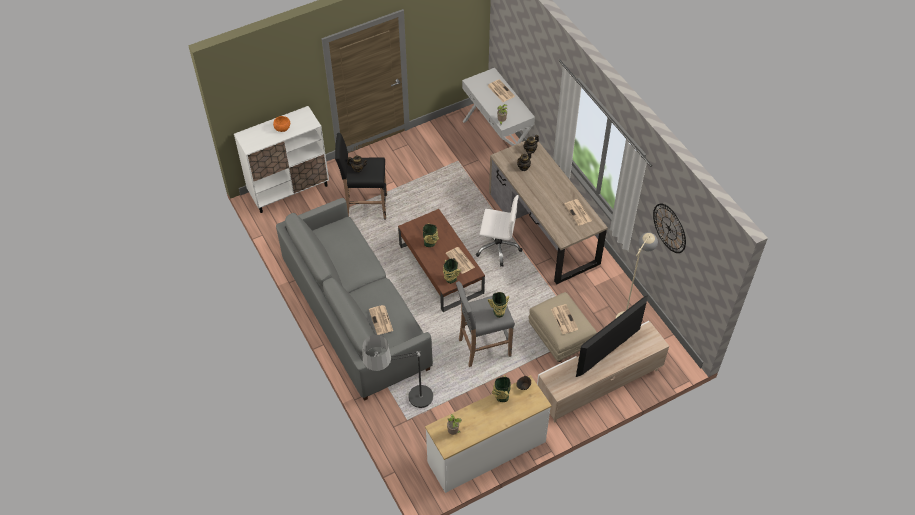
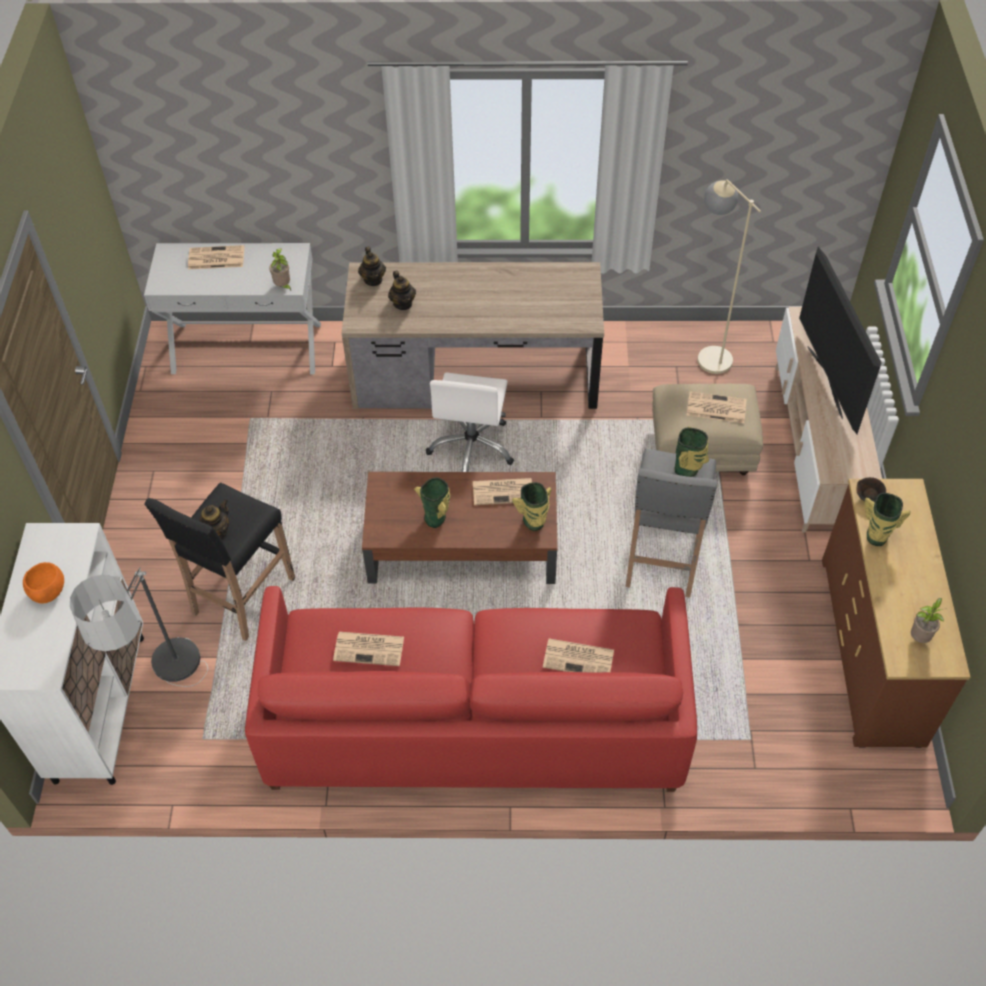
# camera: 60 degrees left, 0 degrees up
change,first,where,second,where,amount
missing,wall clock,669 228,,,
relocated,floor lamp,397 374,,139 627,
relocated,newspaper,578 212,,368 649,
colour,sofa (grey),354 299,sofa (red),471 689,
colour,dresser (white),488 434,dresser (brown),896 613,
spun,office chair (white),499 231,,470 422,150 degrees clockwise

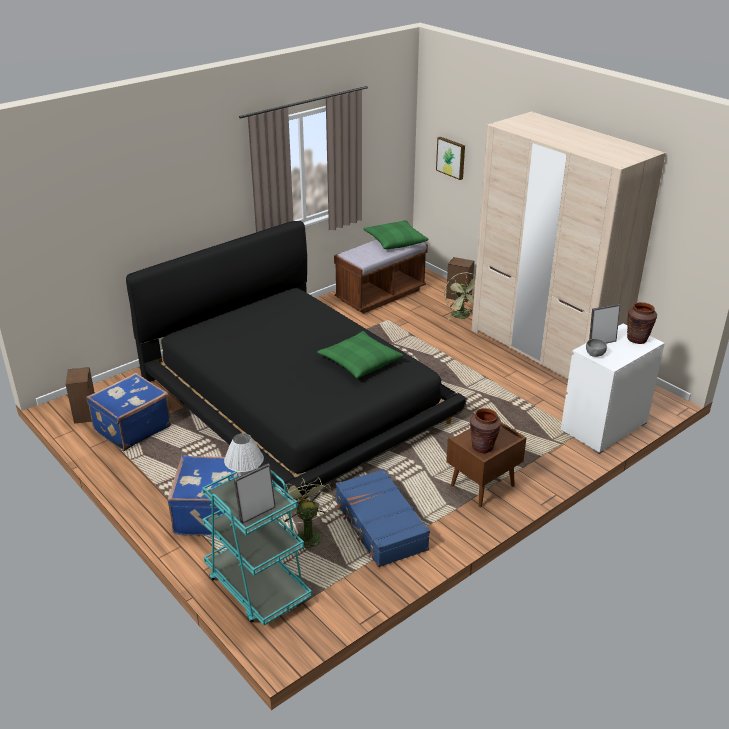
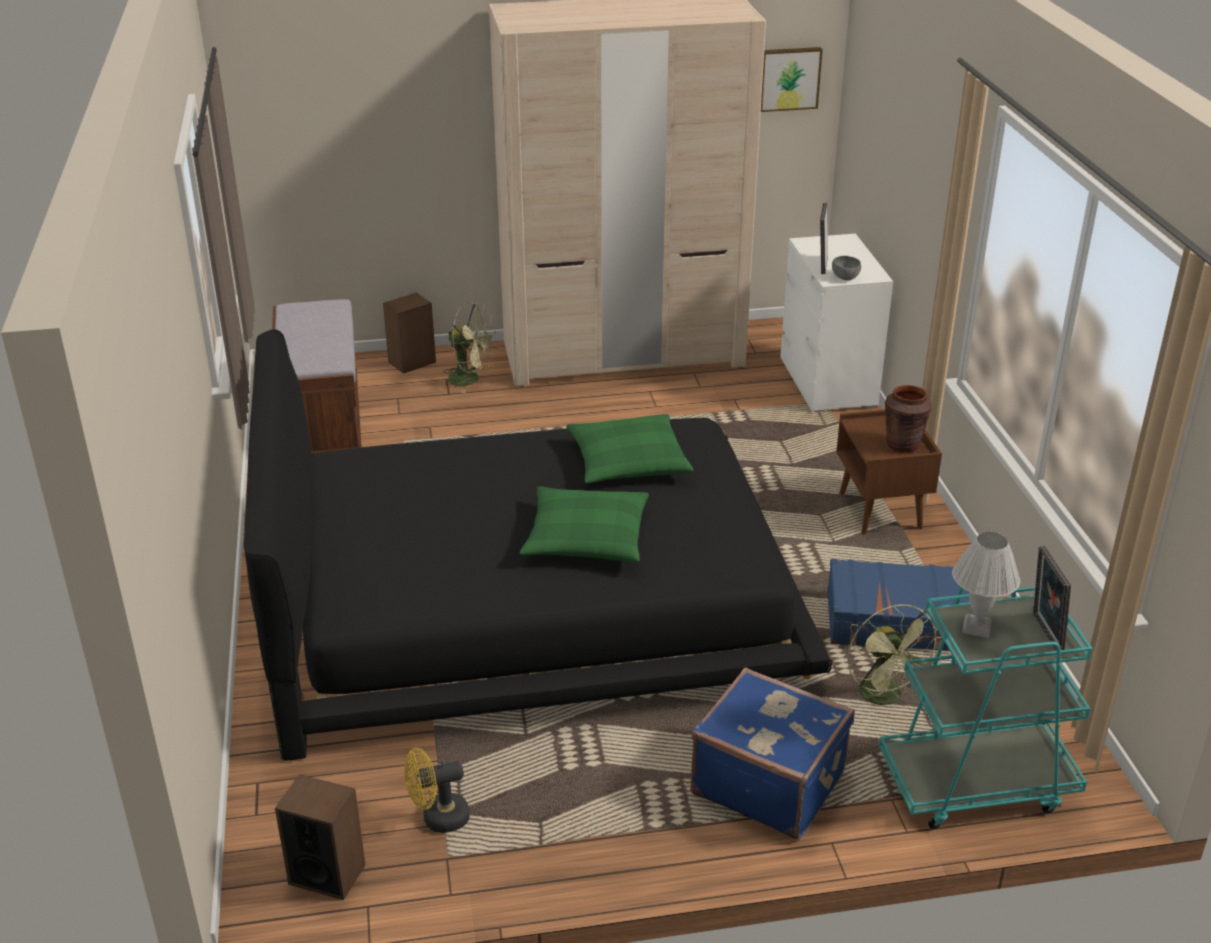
# camera: 60 degrees left, 0 degrees up
change,first,where,second,where,amount
missing,vase (brown),642 323,,,
relocated,pillow (green),396 234,,584 524,
relocated,picture,450 158,,792 79,
exchanged,suitcase (blue),128 412,fan (yellow),437 790,
spun,fan (green),306 514,,895 655,120 degrees counterclockwise

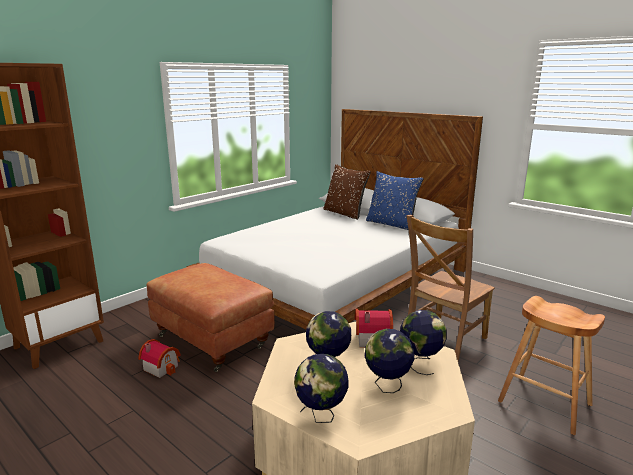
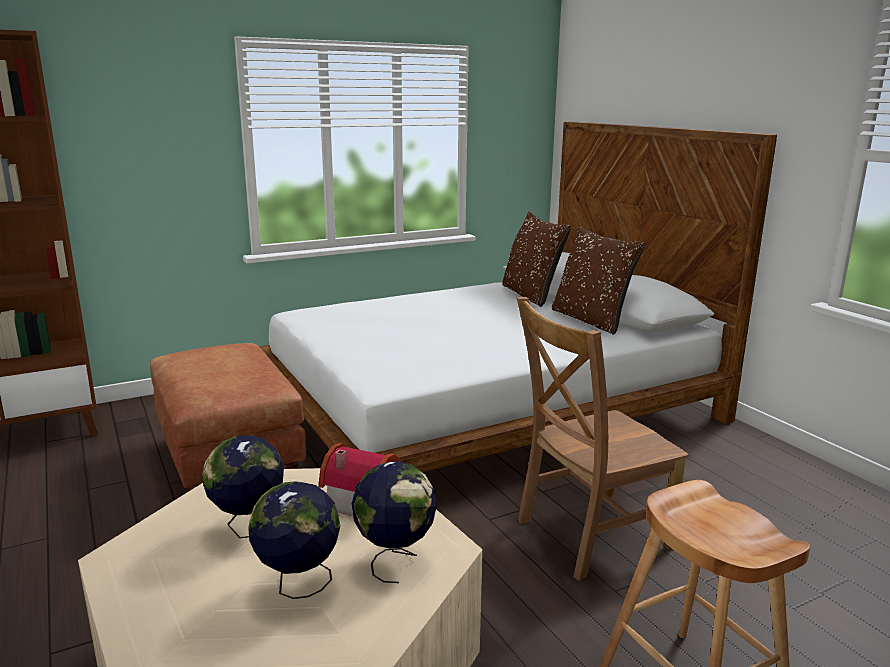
# camera: 20 degrees right, 0 degrees up
change,first,where,second,where,amount
missing,toy house,159 358,,,
missing,globe,321 388,,,
colour,pillow (blue),394 200,pillow (brown),598 280,

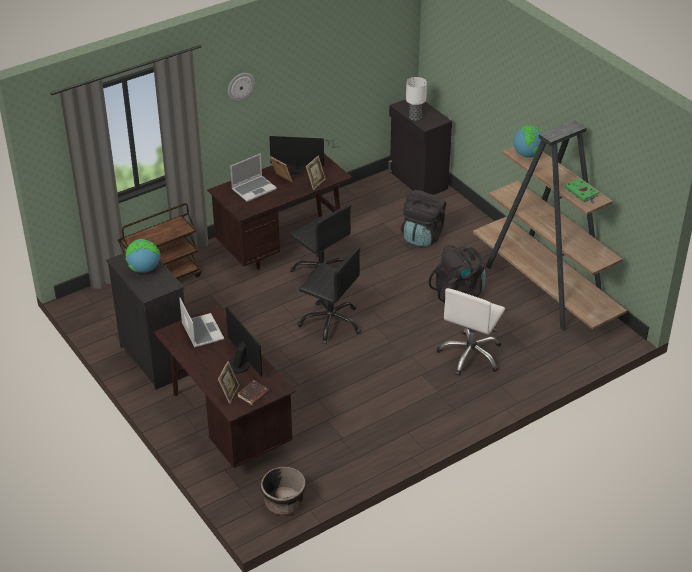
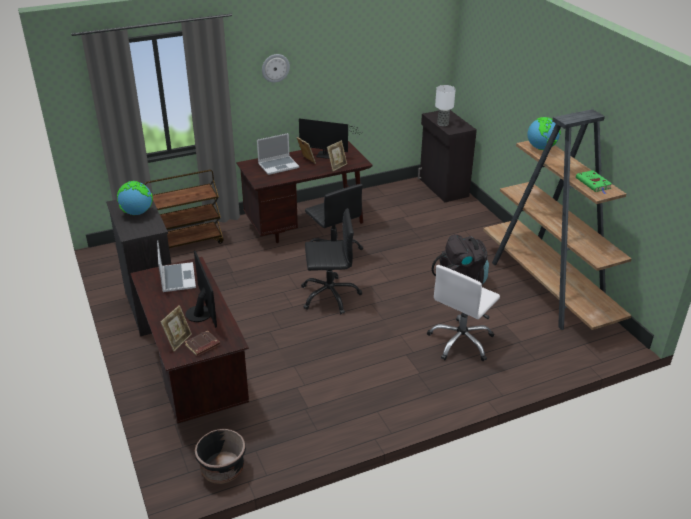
# camera: 10 degrees right, 5 degrees down
change,first,where,second,where,amount
missing,backpack (black),423 218,,,
spun,office chair (black),329 295,,331 261,45 degrees counterclockwise

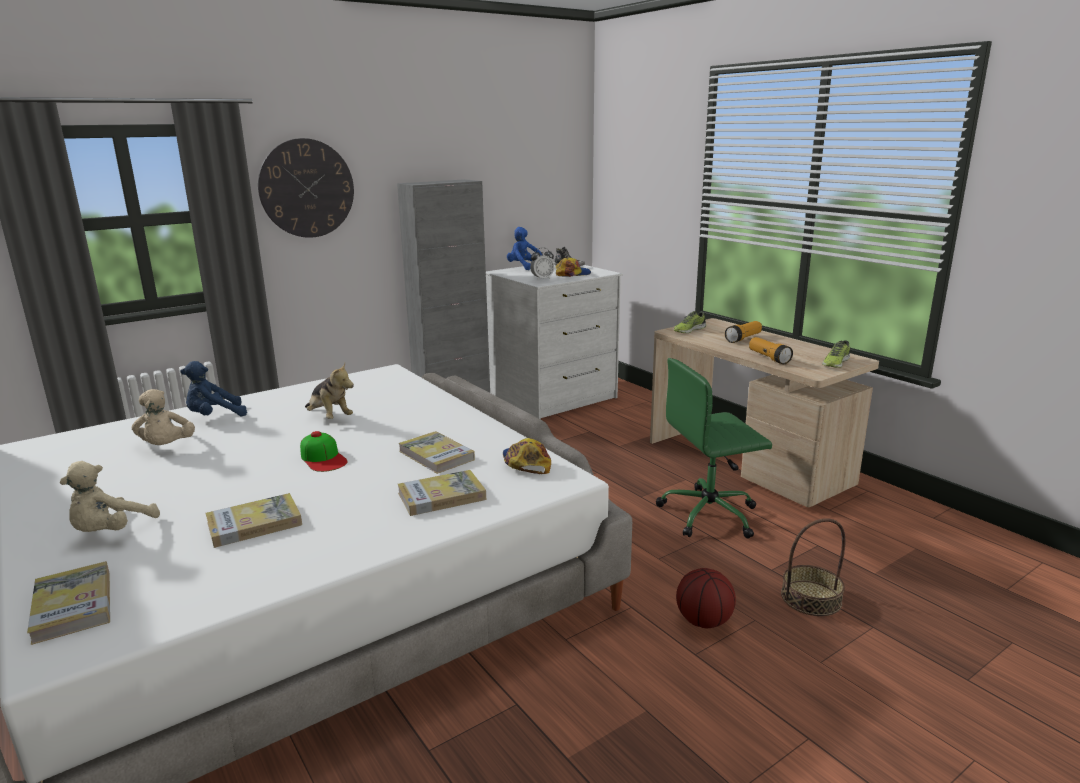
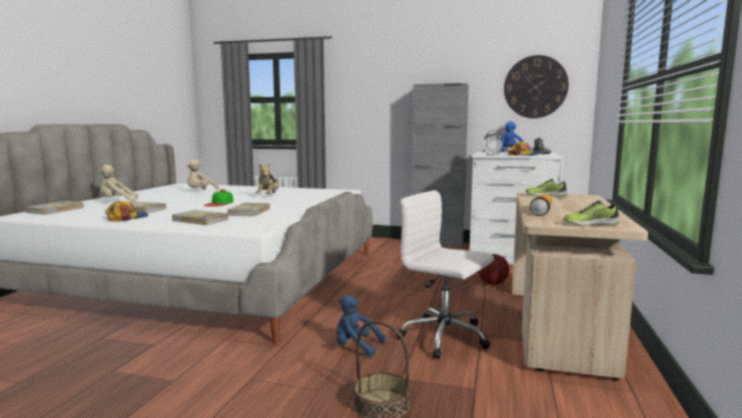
# camera: 50 degrees right, 10 degrees down
change,first,where,second,where,amount
missing,flashlight,743 332,,,
relocated,plush toy (blue),213 388,,361 325,
relocated,wall clock,306 188,,536 86,
relocated,cap,527 456,,126 211,
relocated,basketball,706 598,,493 269,
colour,office chair (green),714 448,office chair (white),445 274,

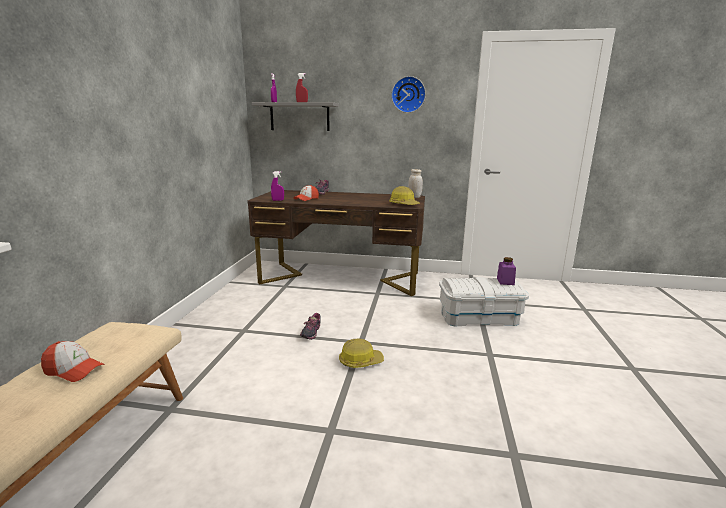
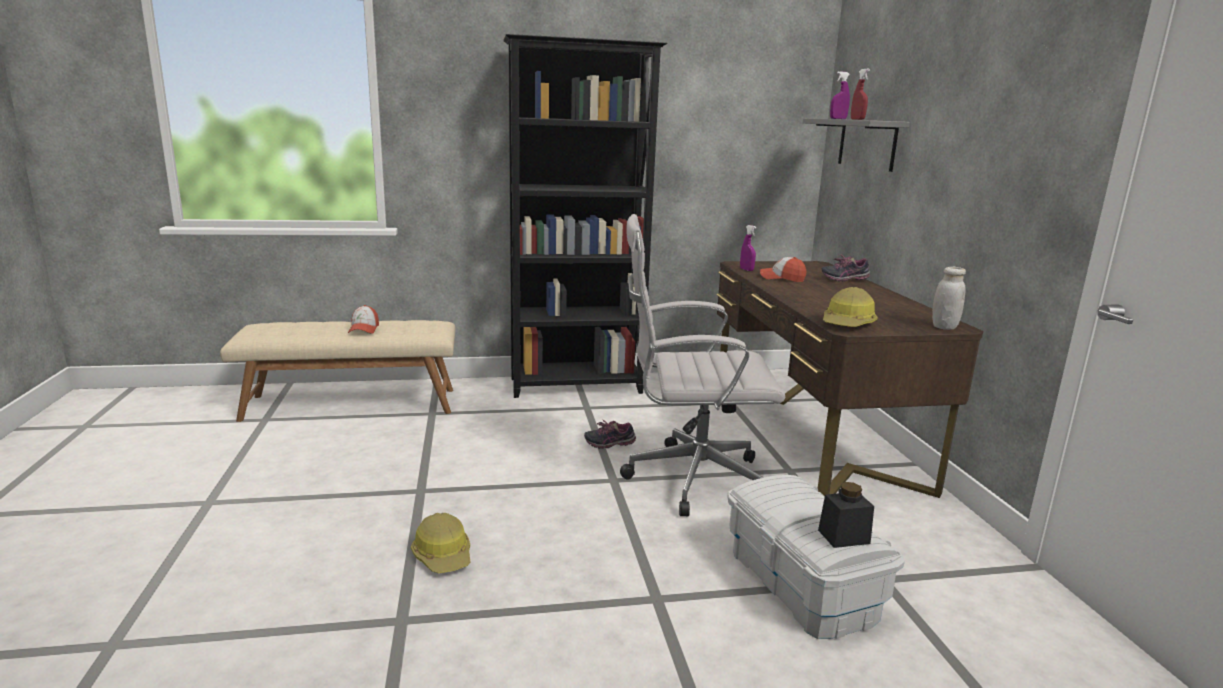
# camera: 70 degrees right, 0 degrees up
change,first,where,second,where,amount
missing,wall clock,408 94,,,
appeared,,,bookcase (black),585 216,
appeared,,,office chair (white),702 365,
relocated,hard hat,361 353,,440 543,
colour,jar (purple),506 271,jar (black),846 515,

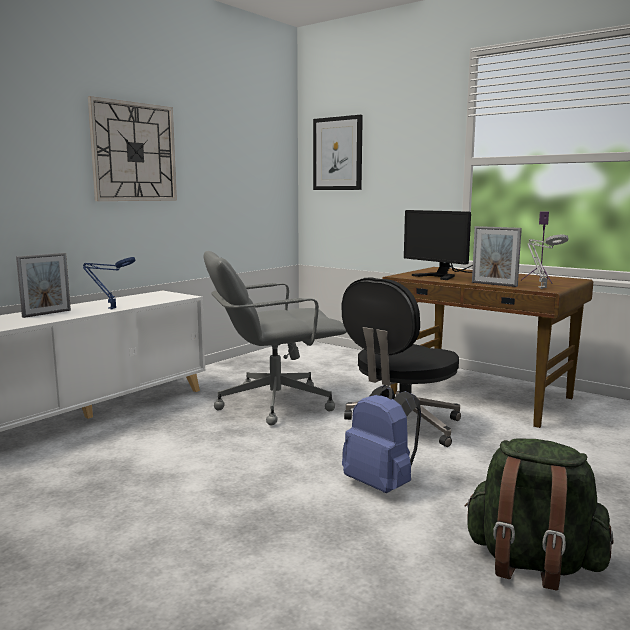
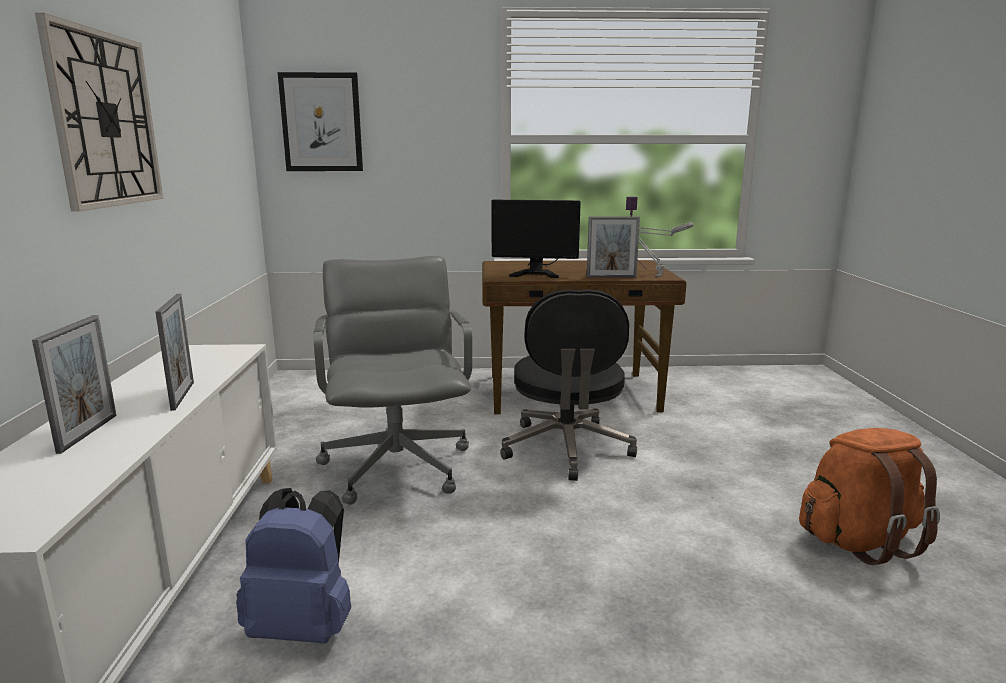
# camera: 40 degrees left, 5 degrees up
change,first,where,second,where,amount
relocated,backpack (blue),381 439,,293 566,
exchanged,table lamp (blue),109 283,picture frame,174 352,
colour,backpack (green),539 514,backpack (orange),869 496,
spun,office chair (grey),275 338,,393 380,135 degrees clockwise

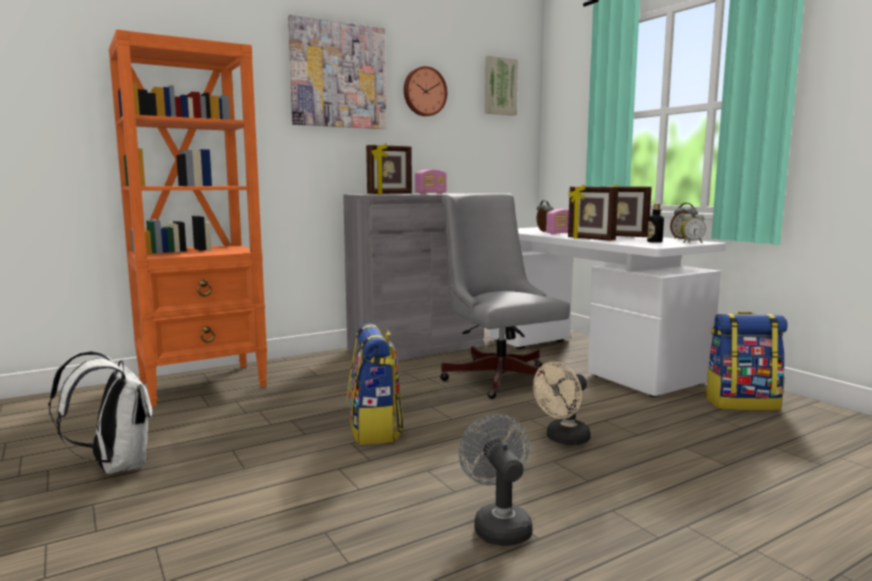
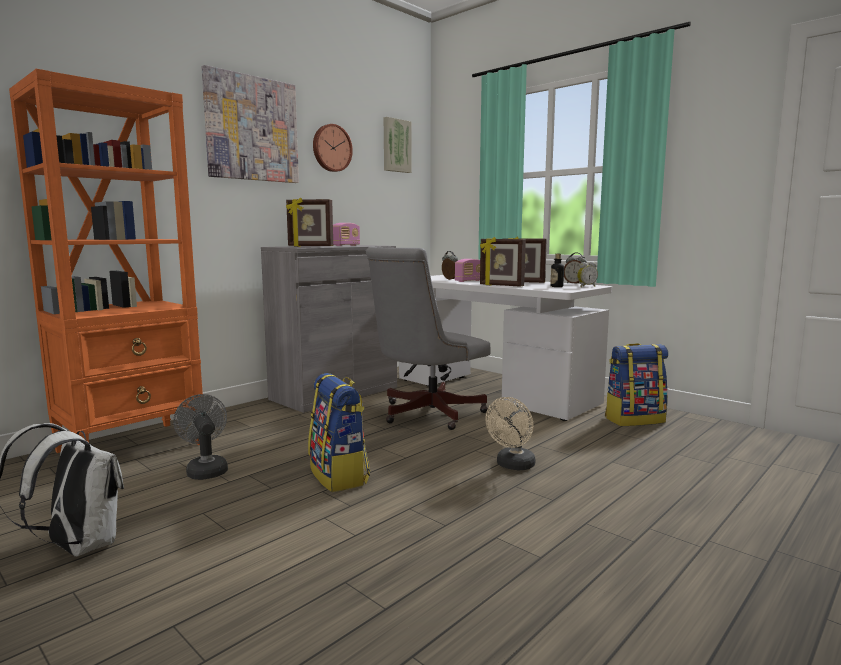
# camera: 15 degrees left, 0 degrees up
change,first,where,second,where,amount
relocated,fan (grey),496 480,,200 437,
spun,picture frame,389 169,,309 222,60 degrees clockwise
spun,office chair (grey),505 296,,428 338,90 degrees counterclockwise

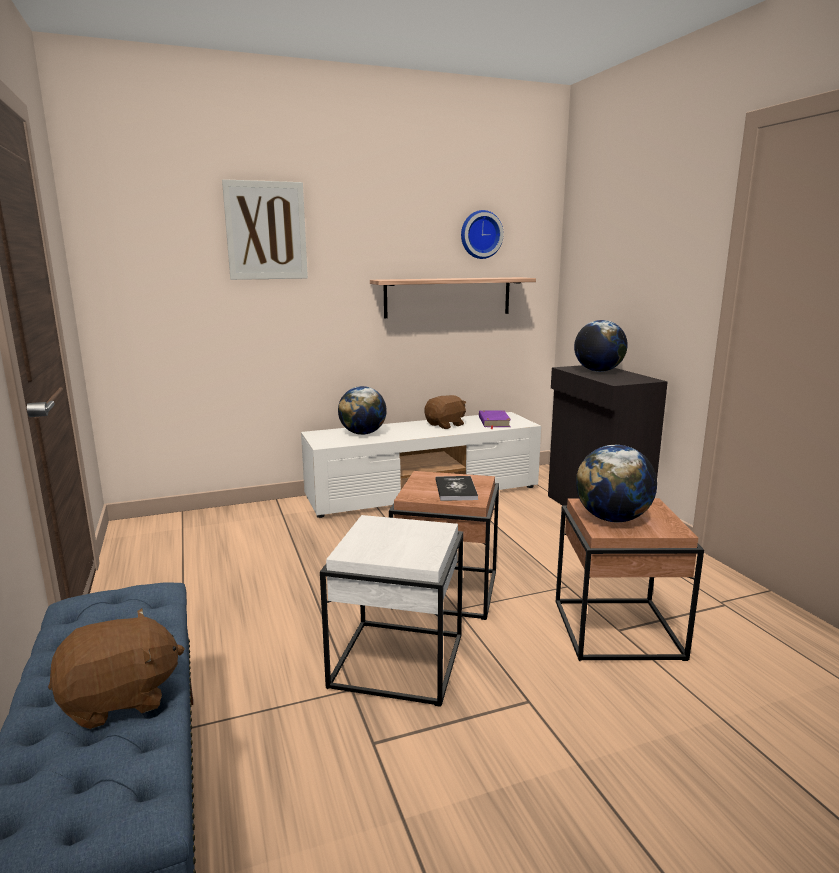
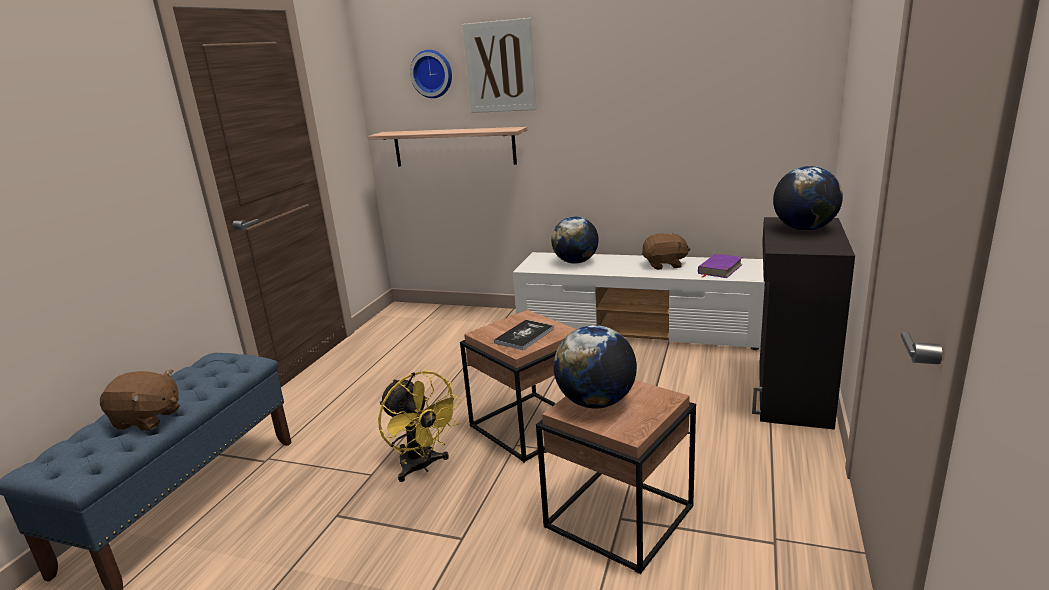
# camera: 40 degrees right, 5 degrees up
change,first,where,second,where,amount
relocated,shelf,453 297,,447 146,
relocated,wall clock,482 234,,431 74,
exchanged,side table (white),391 611,fan (yellow),420 426,

